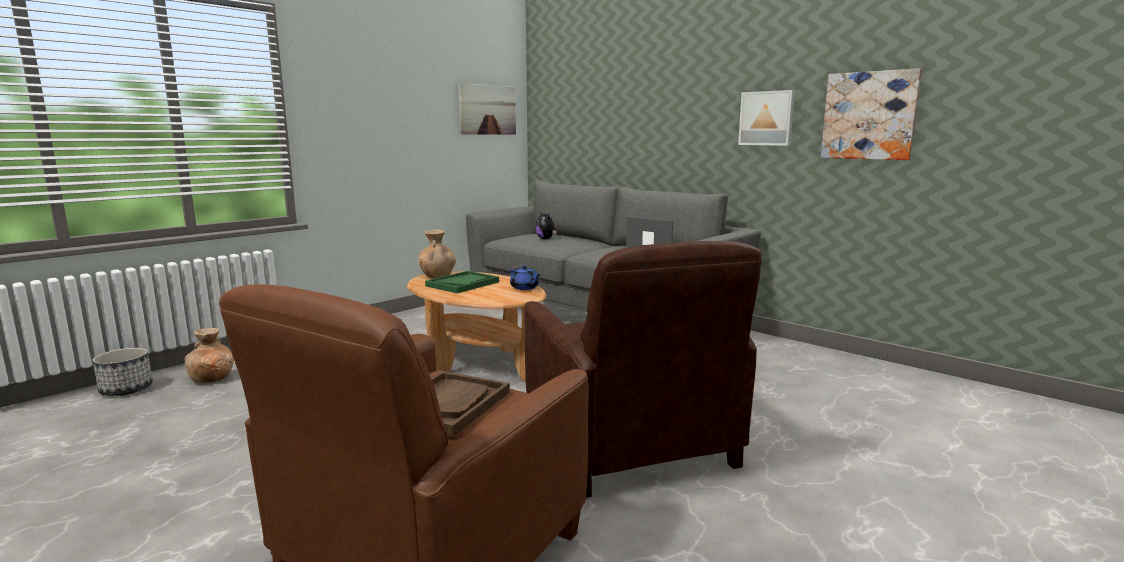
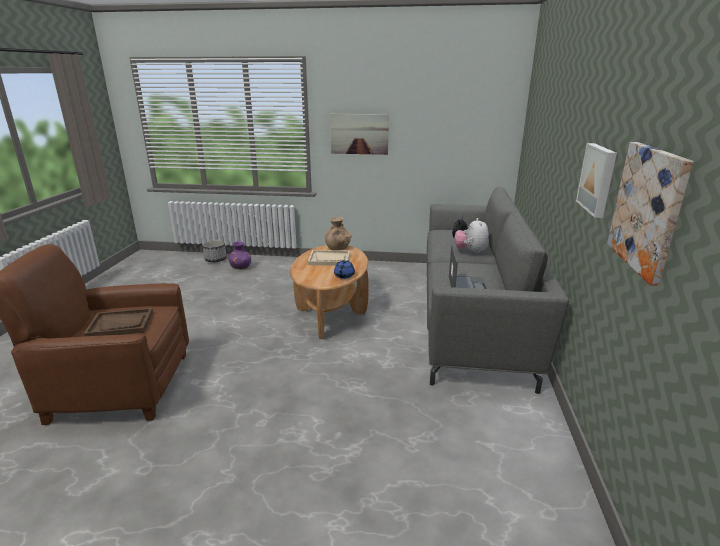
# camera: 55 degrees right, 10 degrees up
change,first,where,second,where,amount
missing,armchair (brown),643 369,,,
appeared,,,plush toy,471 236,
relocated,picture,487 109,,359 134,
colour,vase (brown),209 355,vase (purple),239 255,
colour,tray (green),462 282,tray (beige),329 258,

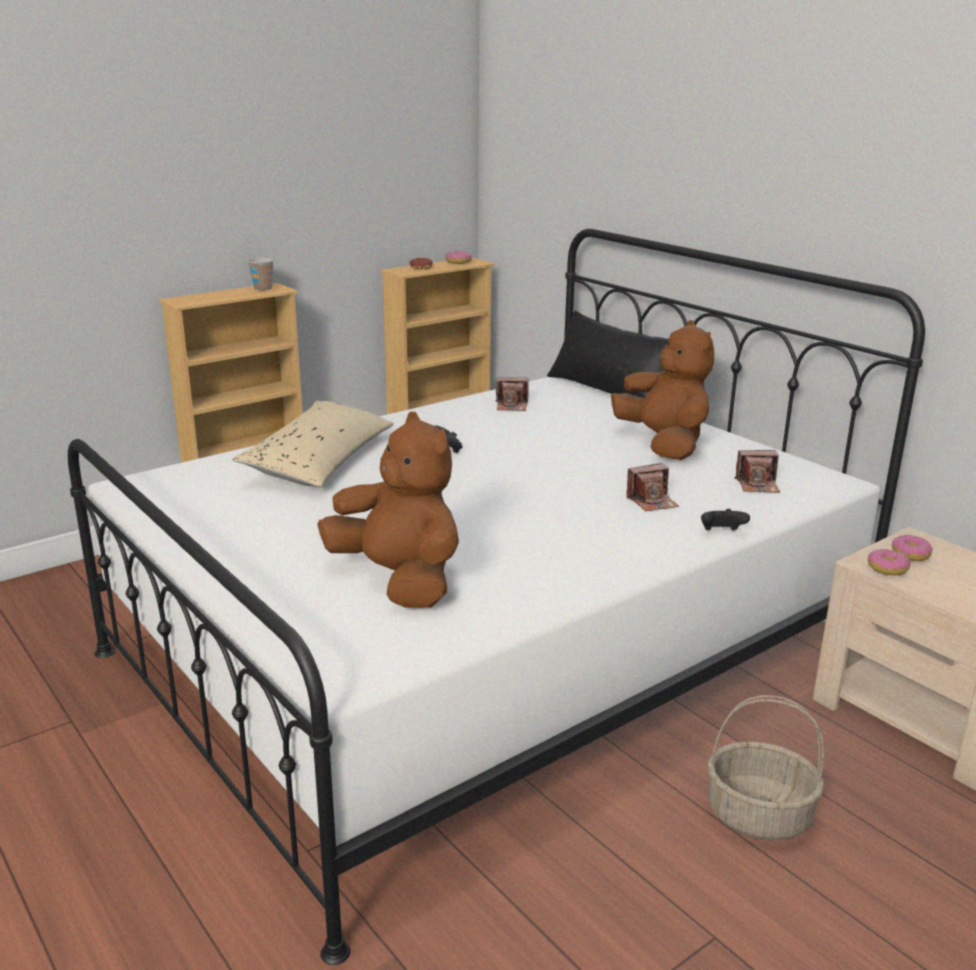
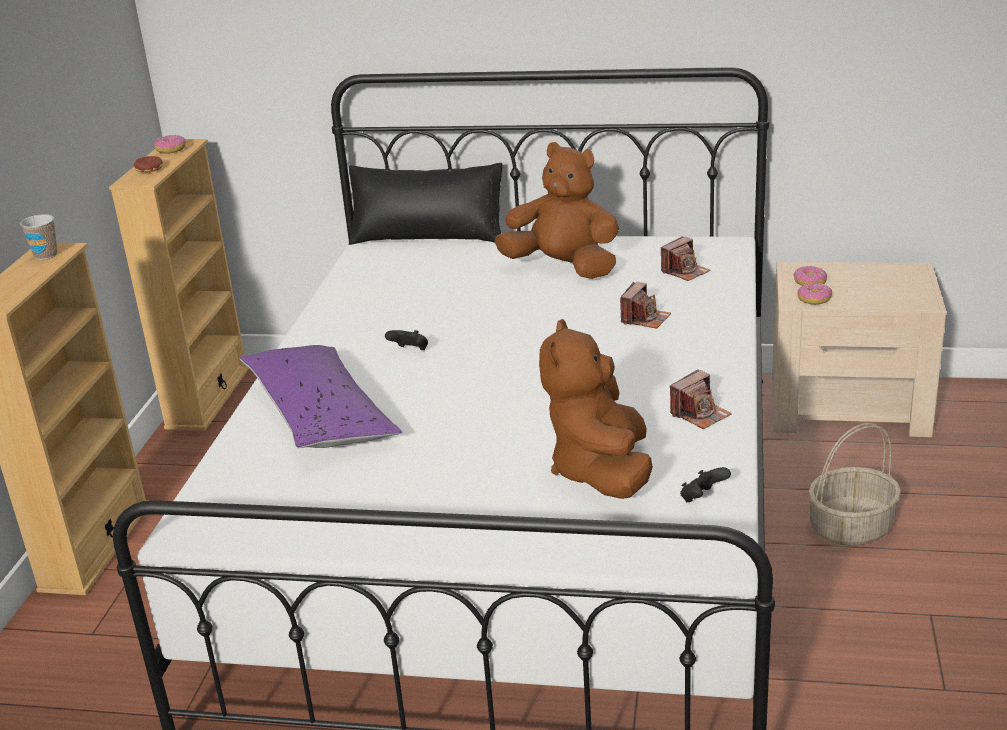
# camera: 40 degrees left, 5 degrees up
change,first,where,second,where,amount
relocated,photo camera,511 394,,701 399,
relocated,game controller (black),725 519,,705 484,
colour,pillow (beige),313 444,pillow (purple),320 396,
spun,plush toy (brown),388 510,,596 409,90 degrees counterclockwise

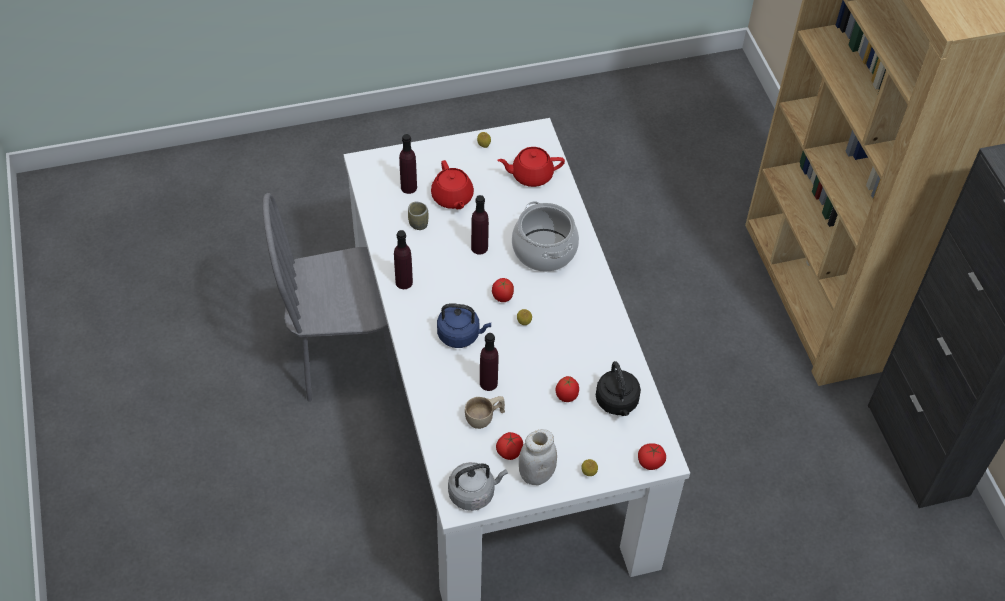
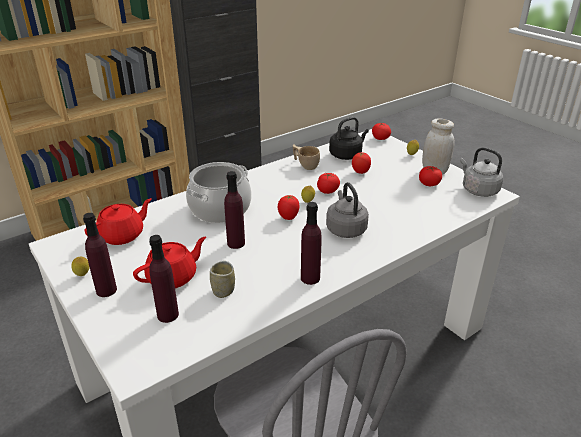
# camera: 110 degrees left, 20 degrees down
change,first,where,second,where,amount
appeared,,,tomato,328 183,
relocated,cup (beige),485 412,,306 157,
relocated,bottle (purple),489 362,,100 255,
colour,kettle (blue),464 325,kettle (grey),347 210,
spun,teapot (red),531 167,,118 221,105 degrees counterclockwise

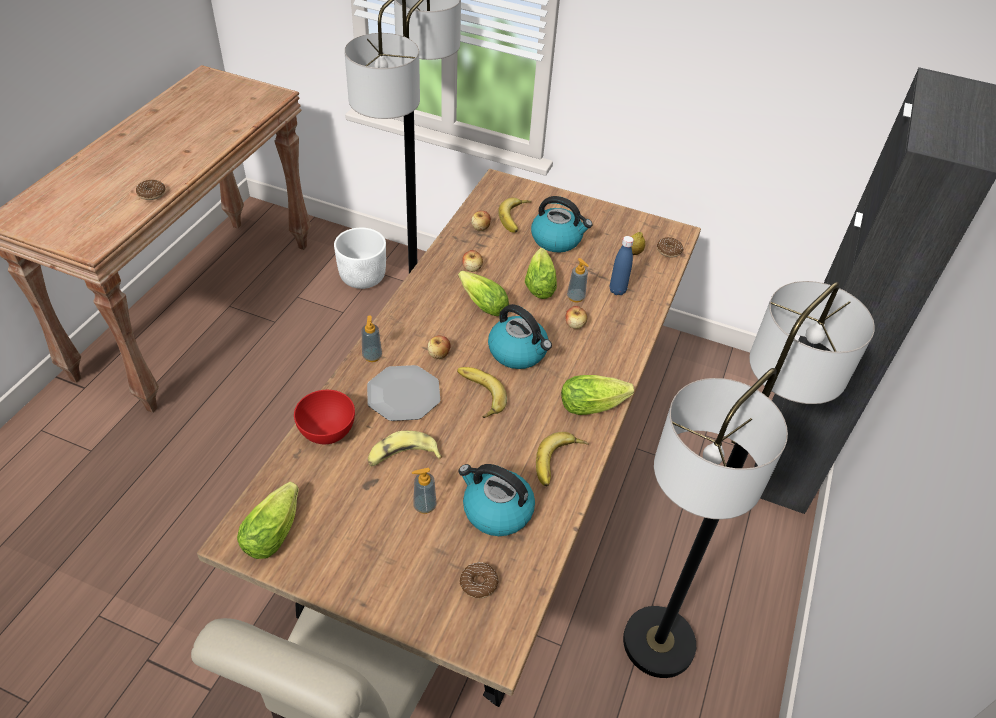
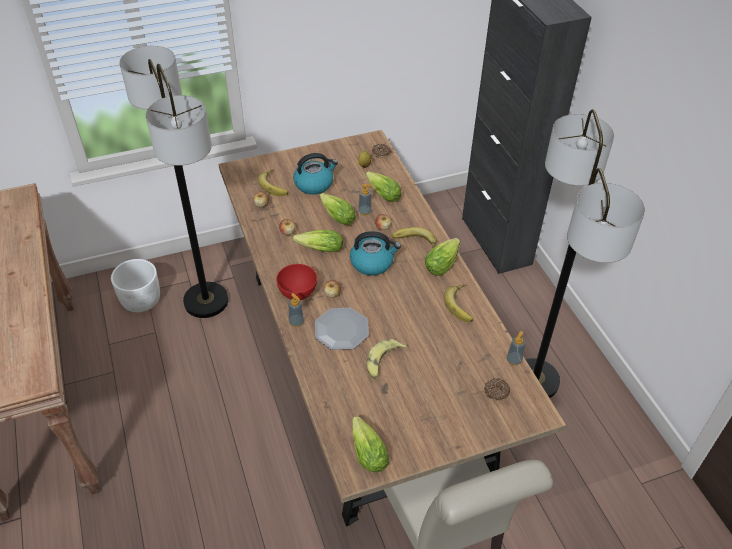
# camera: 40 degrees left, 0 degrees up
change,first,where,second,where,amount
missing,donut,151 190,,,
missing,kettle,497 500,,,
relocated,bowl (red),324 417,,296 282,
relocated,soap dispenser,424 491,,516 348,
relocated,banana,482 392,,414 237,
exchanged,bottle (blue),622 265,lettuce,383 186,

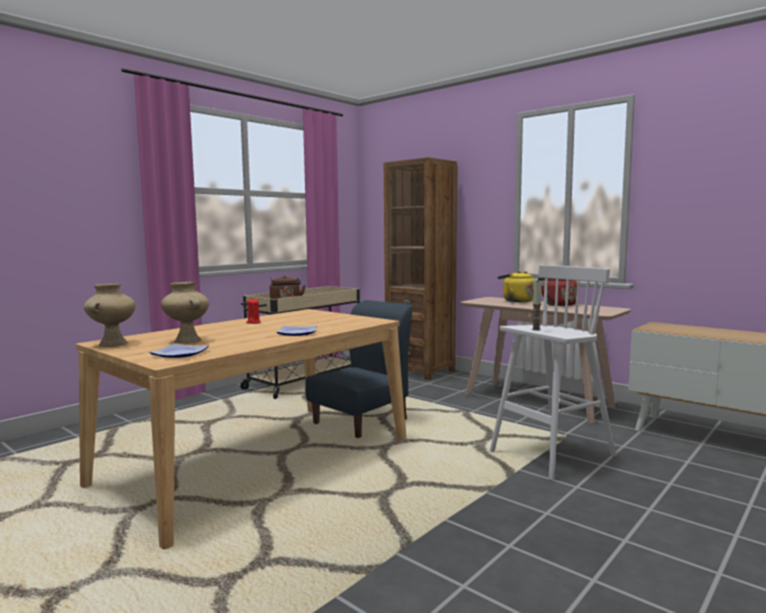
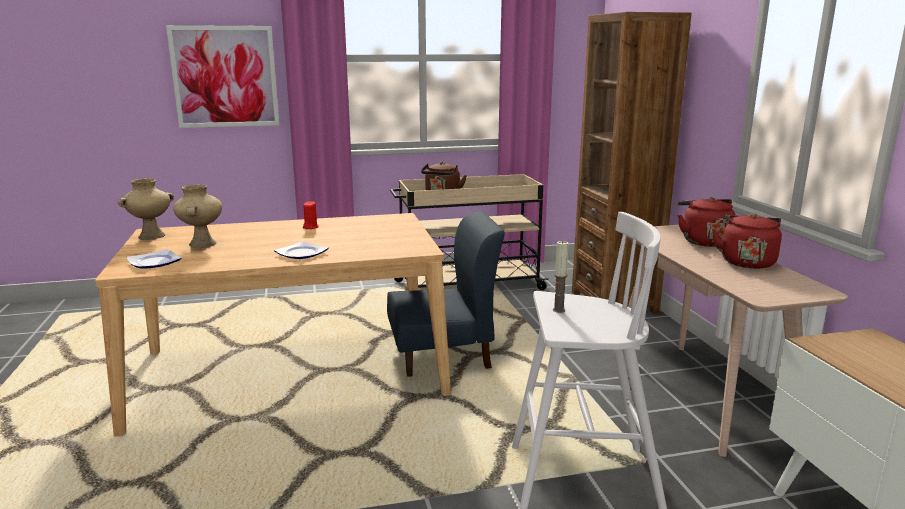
# camera: 35 degrees right, 10 degrees up
change,first,where,second,where,amount
appeared,,,picture,222 76,
colour,kettle (yellow),516 286,kettle (red),707 222,

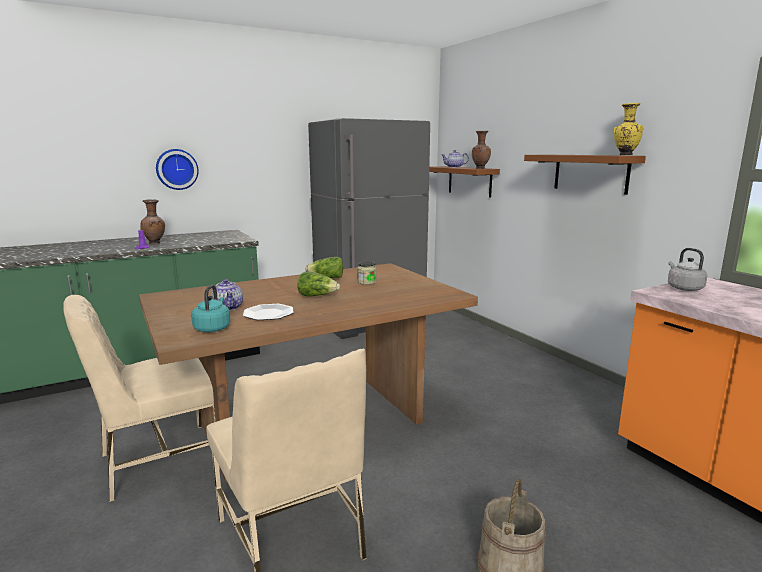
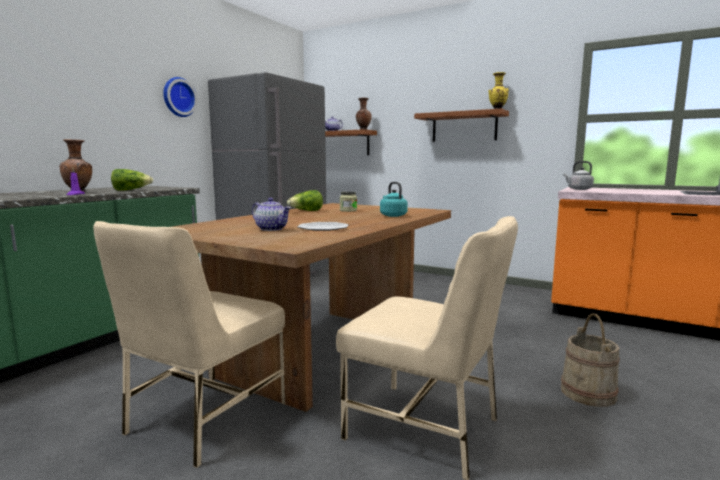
# camera: 30 degrees left, 5 degrees down
change,first,where,second,where,amount
relocated,wall clock,177 169,,180 97,
relocated,kettle (turquoise),210 308,,394 199,
relocated,lettuce,318 284,,132 180,

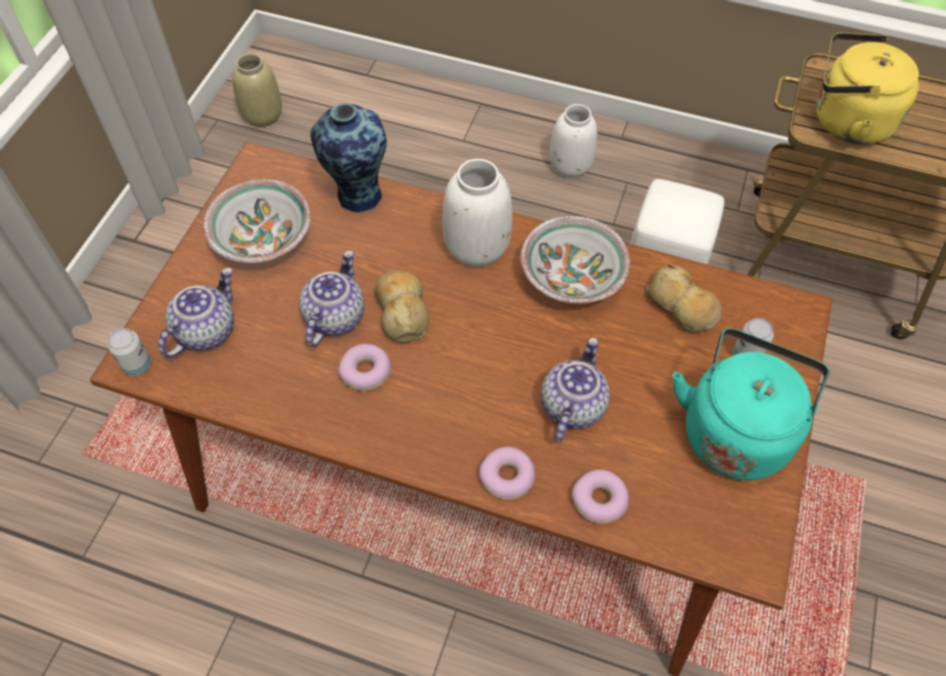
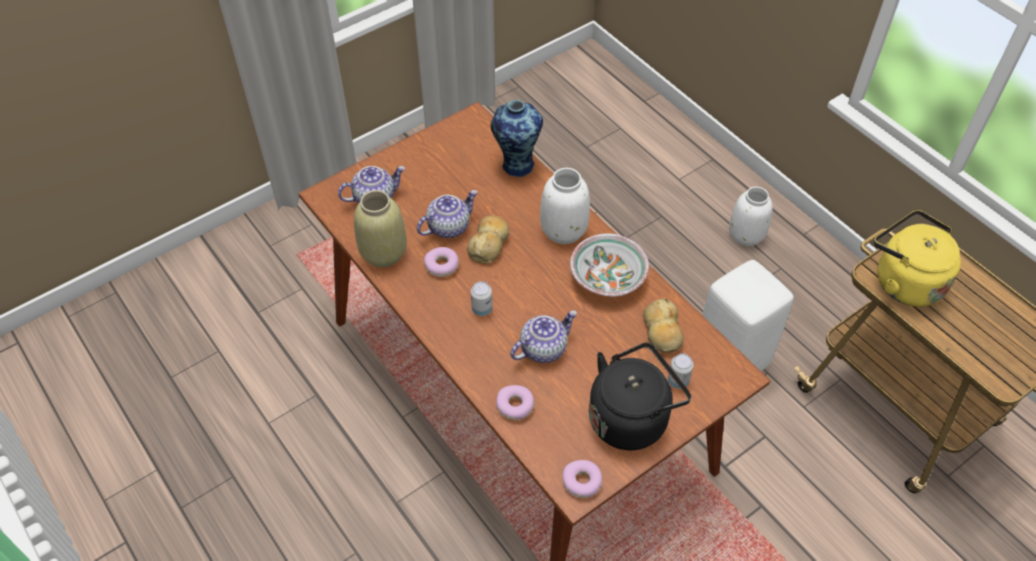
# camera: 35 degrees right, 5 degrees down
change,first,where,second,where,amount
missing,bowl,257 221,,,
relocated,can,129 352,,481 298,
relocated,vase (beige),257 90,,380 228,
relocated,donut,507 473,,583 479,
colour,kettle (turquoise),751 404,kettle (black),640 396,

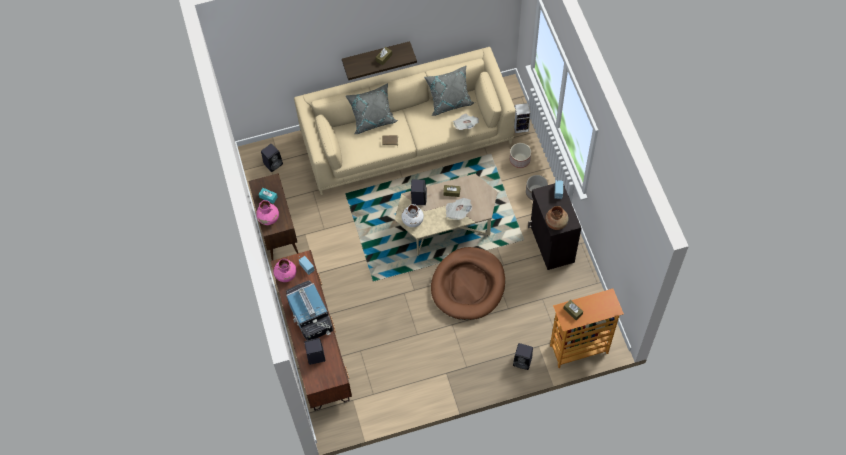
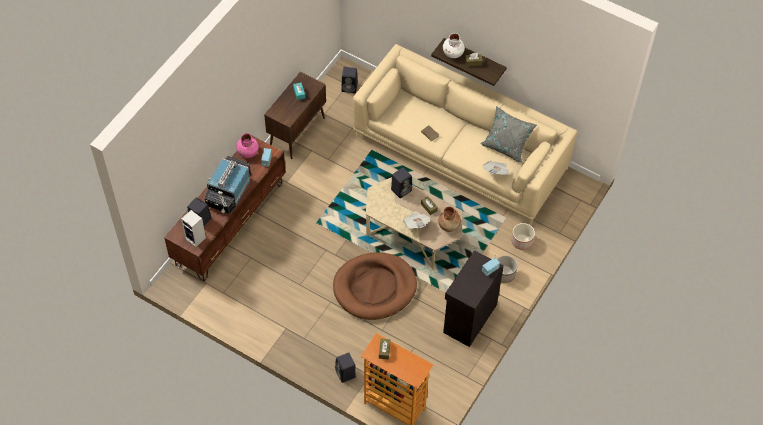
# camera: 45 degrees right, 5 degrees down
change,first,where,second,where,amount
missing,vase (pink),267 212,,,
missing,pillow (grey),372 108,,,
relocated,vase (white),412 215,,454 45,
relocated,speaker,522 118,,193 228,
relocated,vase (brown),557 218,,449 219,

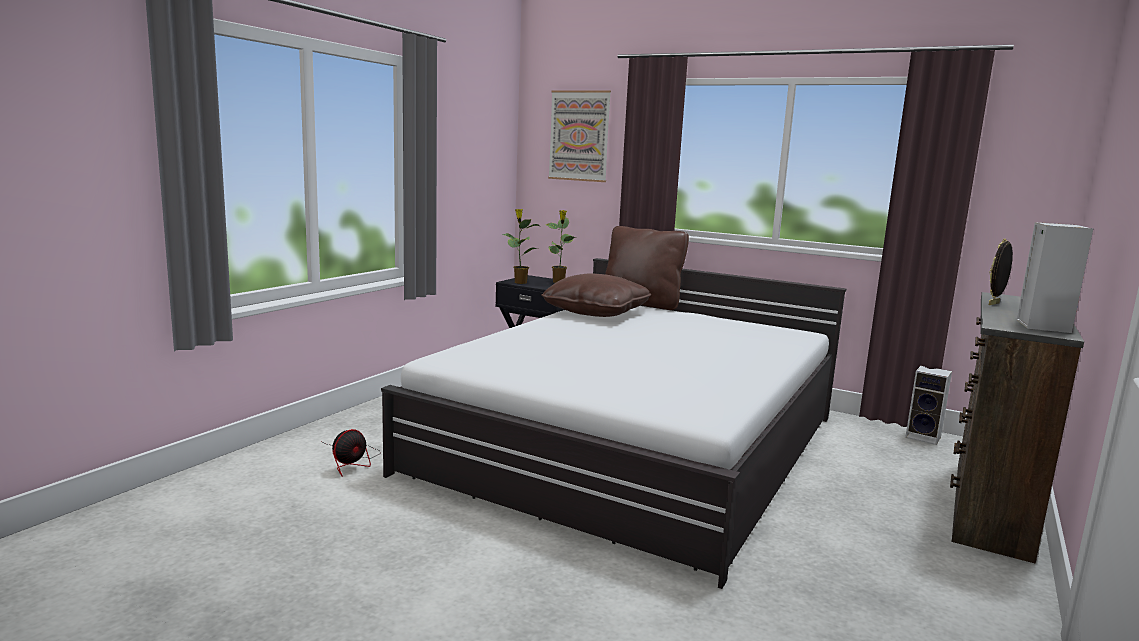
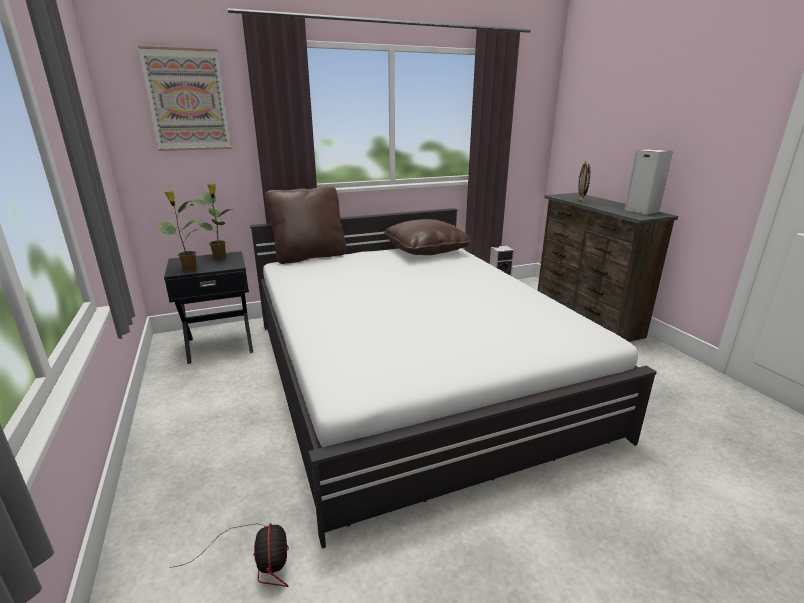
# camera: 50 degrees left, 10 degrees up
change,first,where,second,where,amount
relocated,pillow (brown),596 295,,427 237,

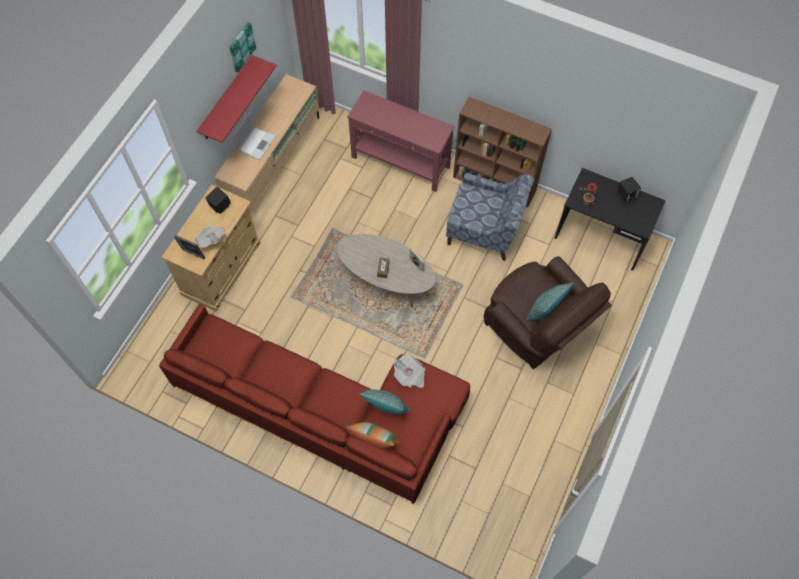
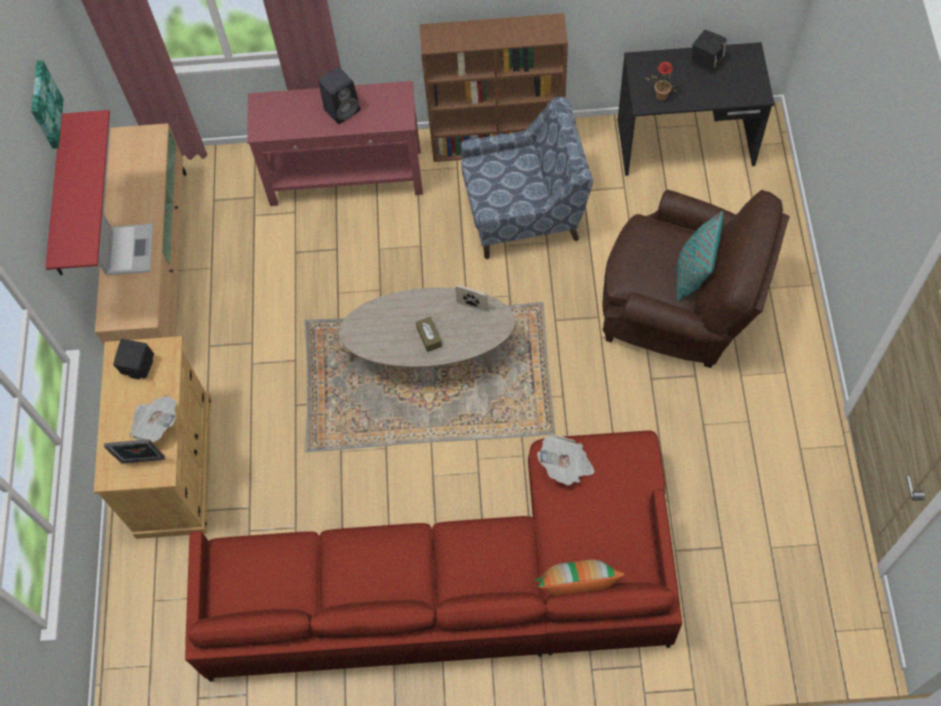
# camera: 25 degrees left, 0 degrees up
change,first,where,second,where,amount
missing,pillow (turquoise),385 401,,,
appeared,,,speaker (black),339 95,

